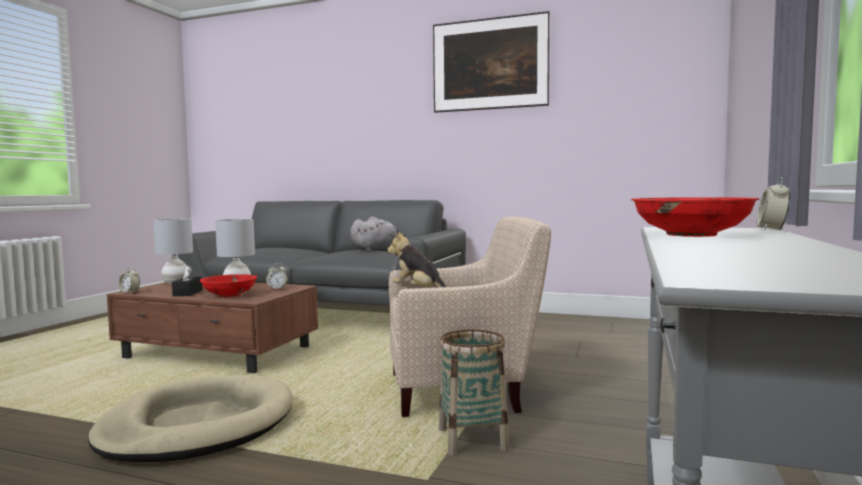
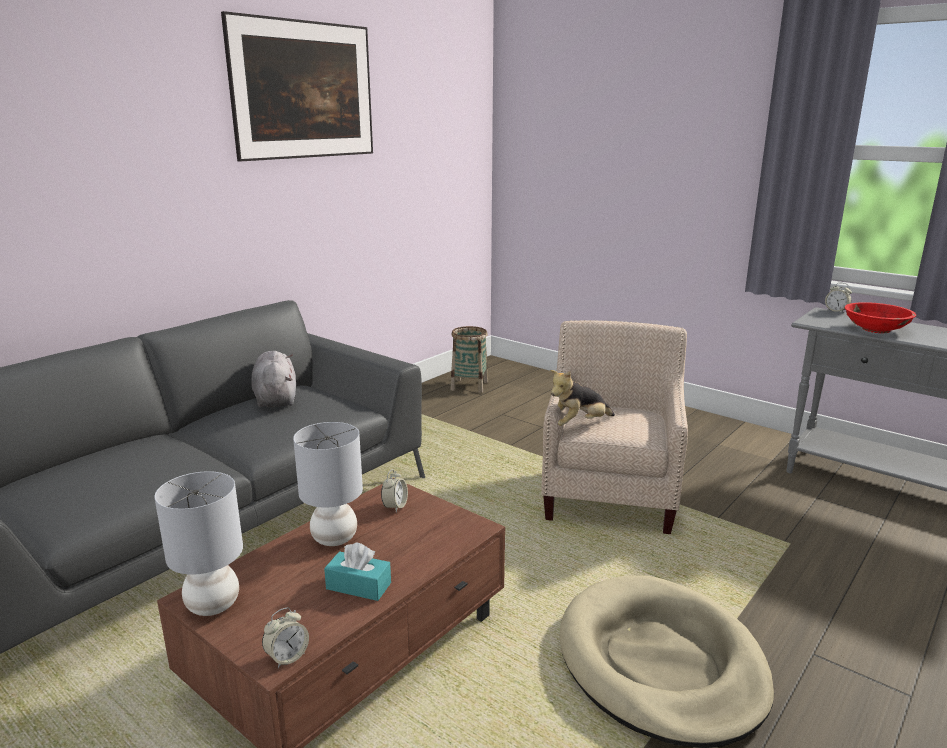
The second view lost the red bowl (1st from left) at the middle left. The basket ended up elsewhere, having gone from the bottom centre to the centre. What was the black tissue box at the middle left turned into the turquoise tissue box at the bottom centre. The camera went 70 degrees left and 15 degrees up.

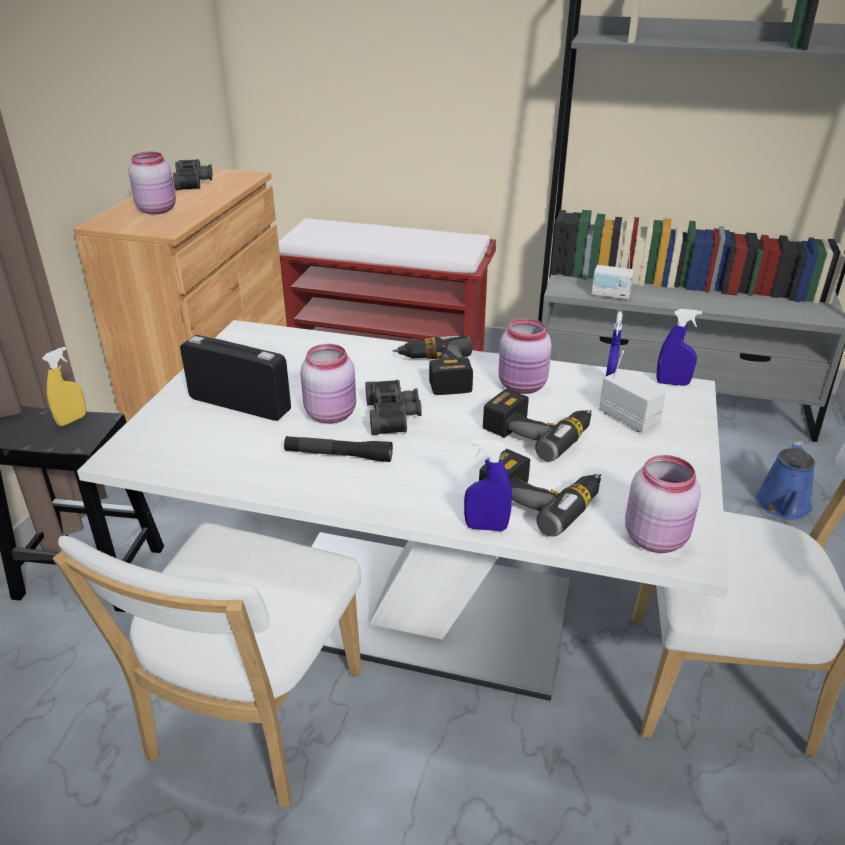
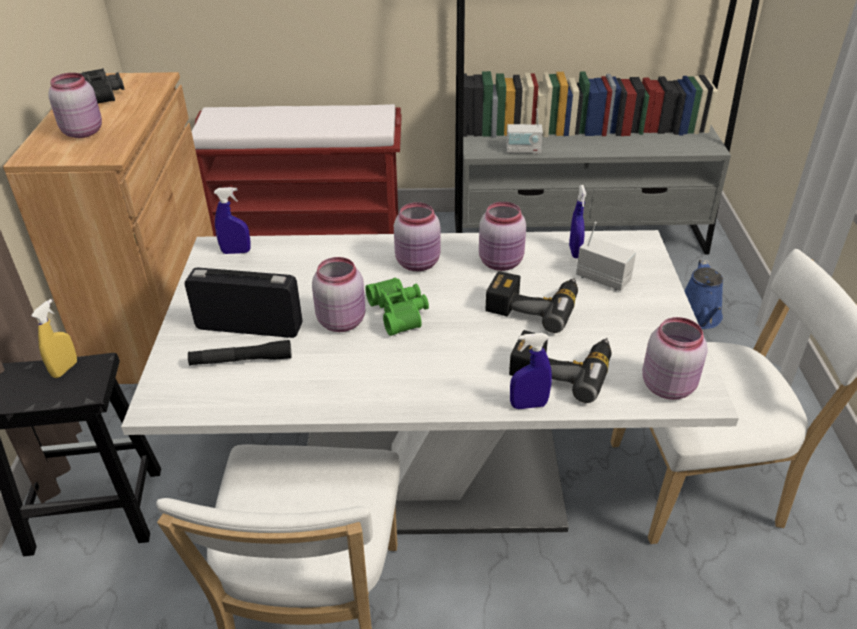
The black flashlight ended up elsewhere, having gone from the centre to the middle left. The blue spray bottle (3rd from left in the first image) ended up elsewhere, having gone from the middle right to the middle left. Where the power drill (1st from left) stood at the centre, the pink jar (3rd from left) came to stand at the centre. What was the black binoculars (2nd from left) at the centre turned into the green binoculars at the centre. The camera went 15 degrees left and 5 degrees up.

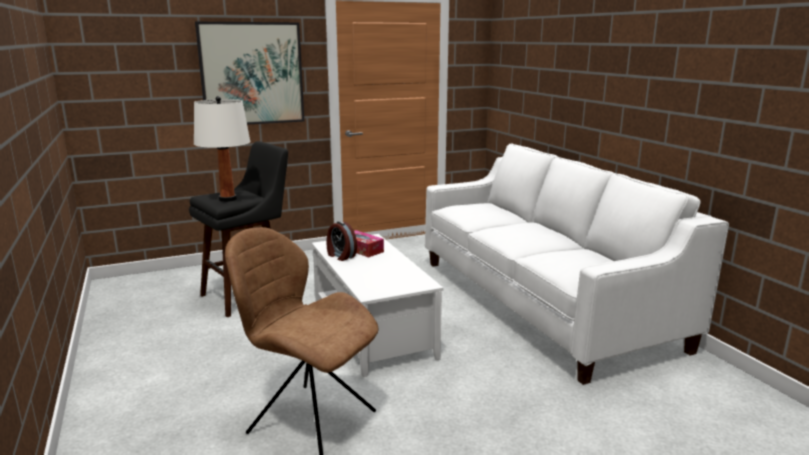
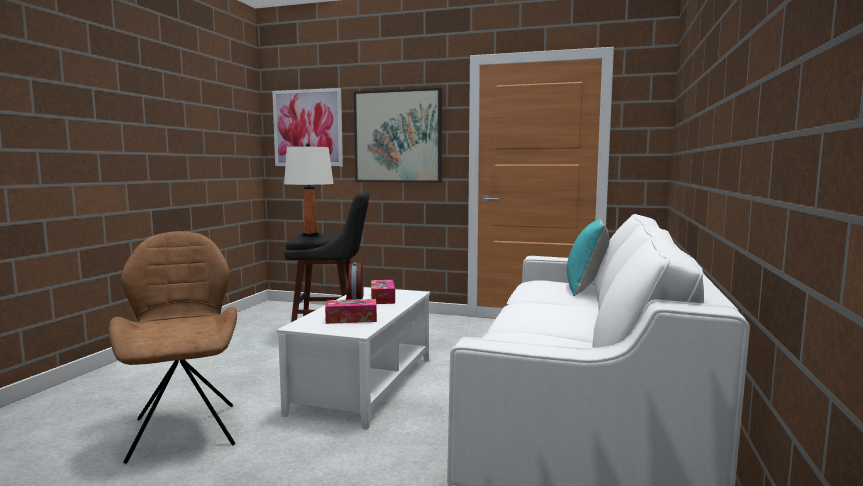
The second view gained the picture (1st from left) at the top centre. The second view gained the tissue box (1st from left) at the centre. The second view gained the turquoise pillow at the middle right. The camera went 40 degrees right and 10 degrees down.

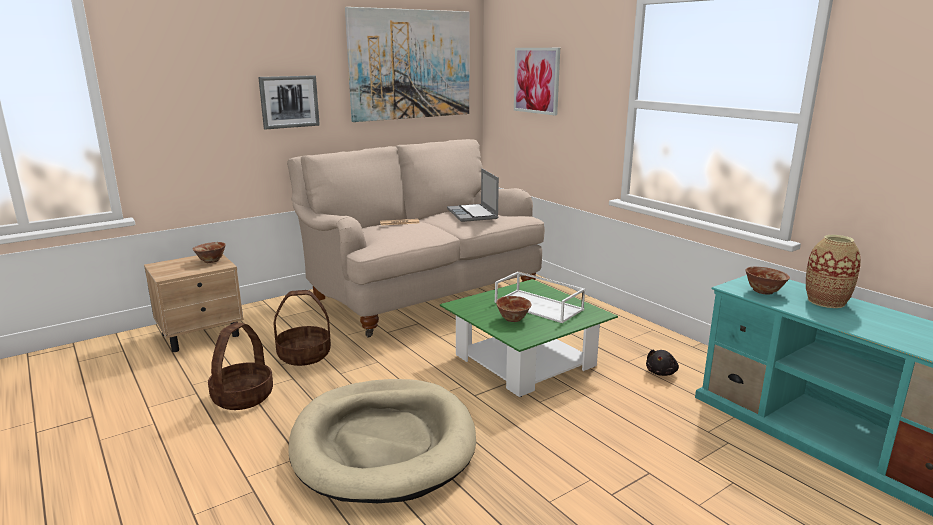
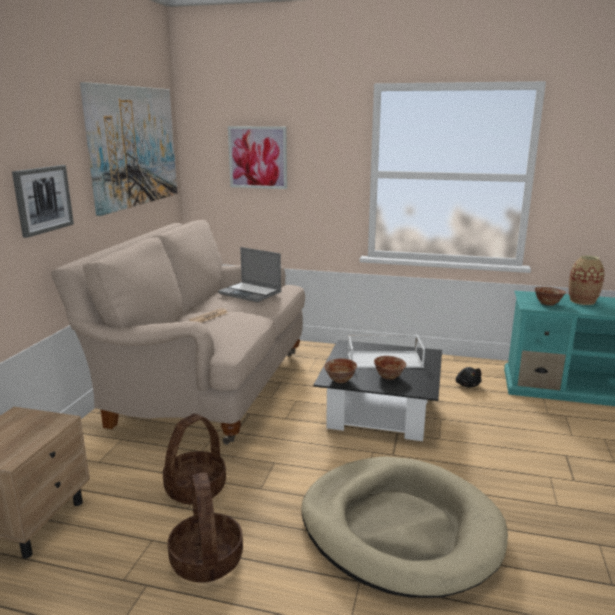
The bowl (1st from left) ended up elsewhere, having gone from the middle left to the centre. What was the green coffee table at the centre turned into the black coffee table at the centre. The camera went 40 degrees left and 0 degrees up.

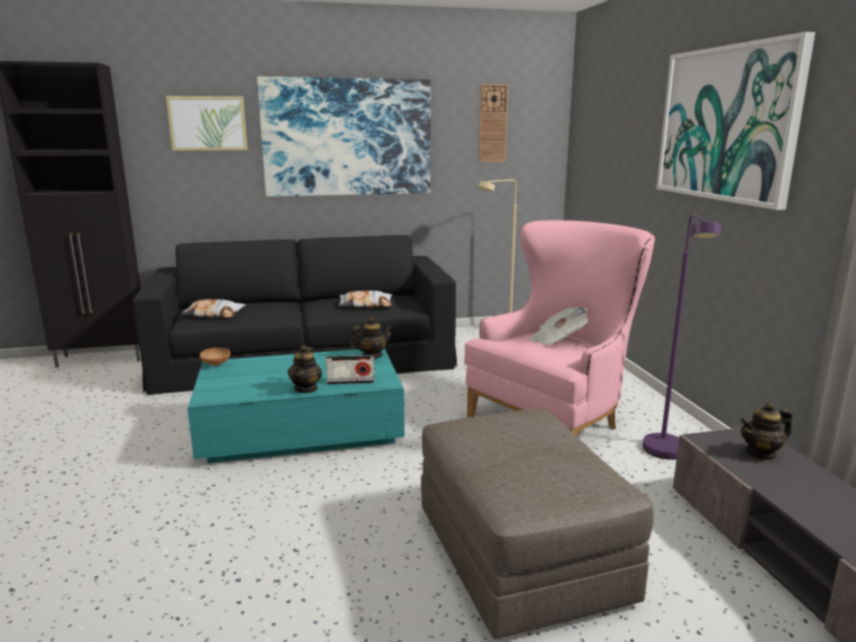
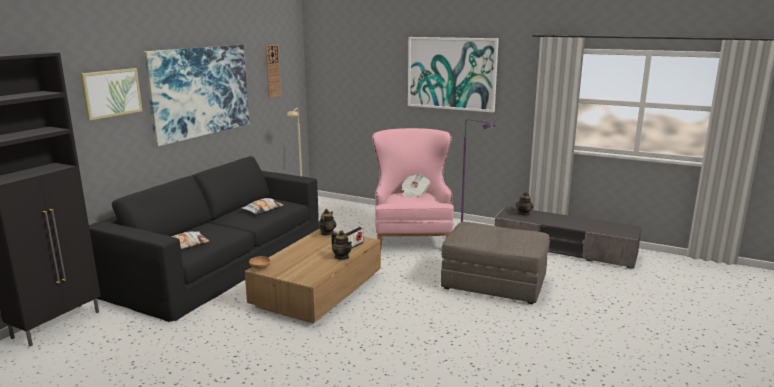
What was the turquoise coffee table at the centre turned into the brown coffee table at the bottom centre. The camera went 50 degrees left and 0 degrees up.

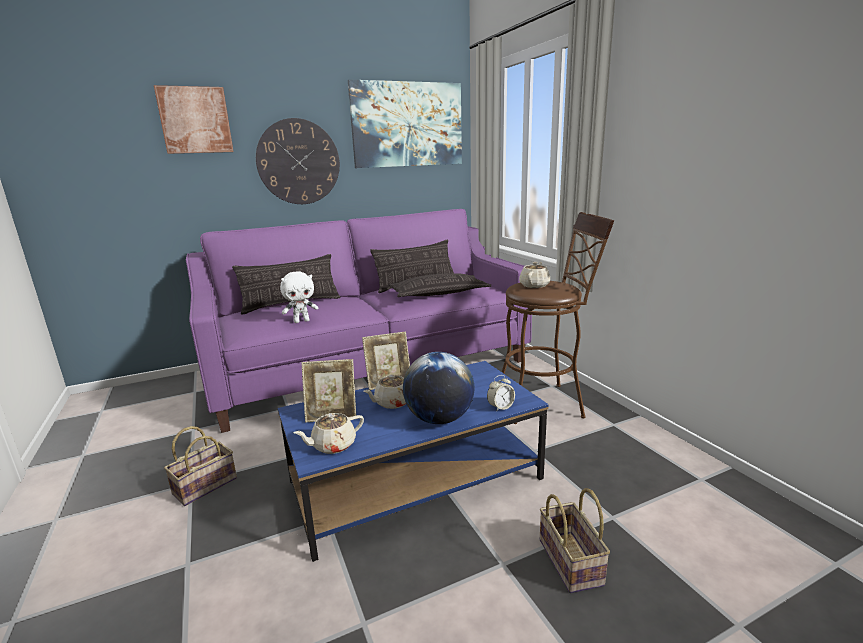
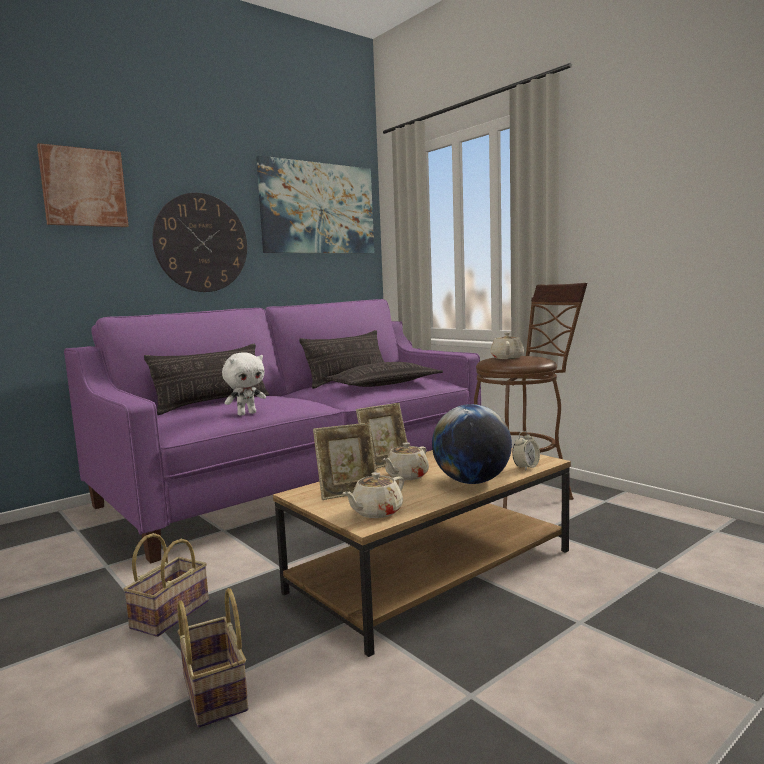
The basket (2nd from left) ended up elsewhere, having gone from the bottom centre to the bottom left. What was the blue coffee table at the bottom centre turned into the brown coffee table at the bottom centre. The camera went 15 degrees left and 10 degrees down.

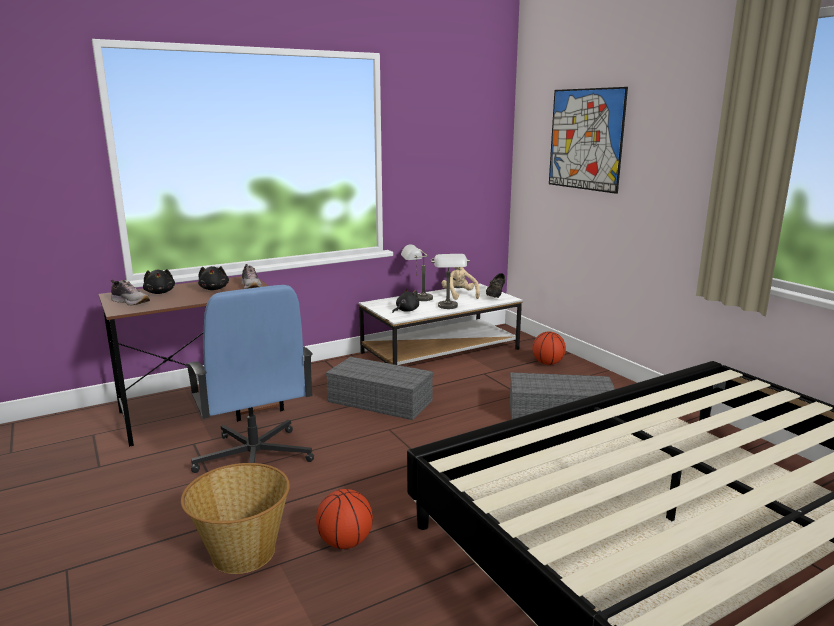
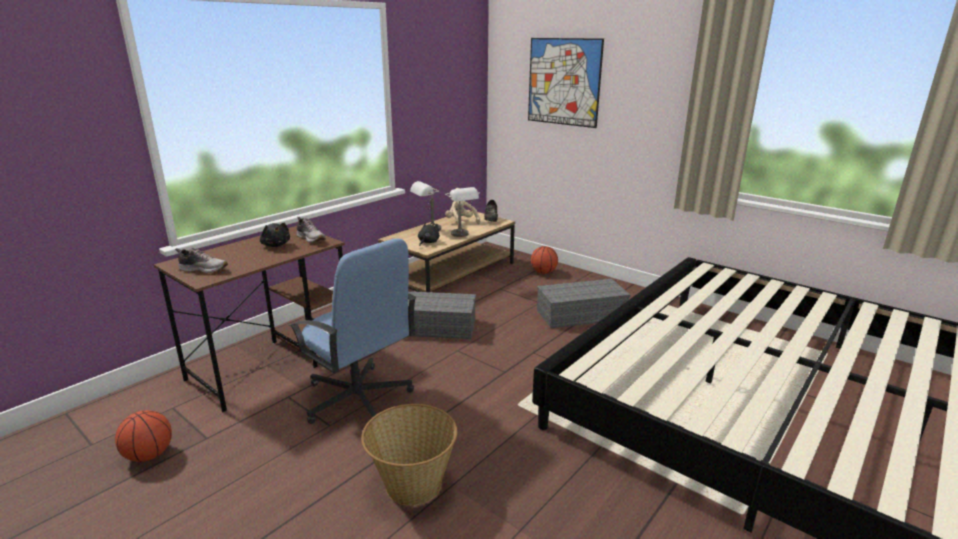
The second view lost the black plush toy (1st from left) at the middle left. The basketball (1st from left) ended up elsewhere, having gone from the bottom centre to the bottom left. What was the white coffee table at the centre turned into the brown coffee table at the centre. The camera went 20 degrees left and 5 degrees up.

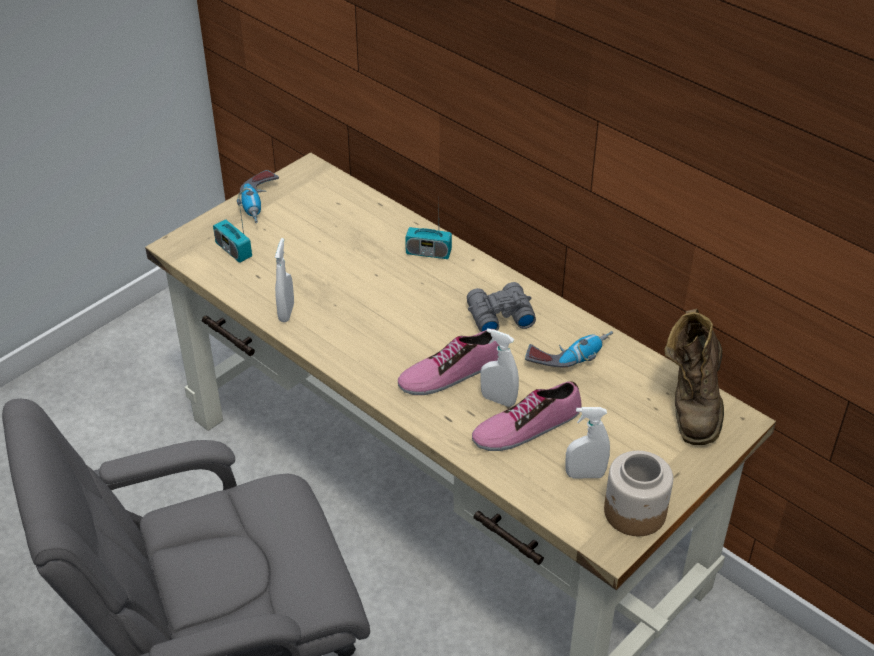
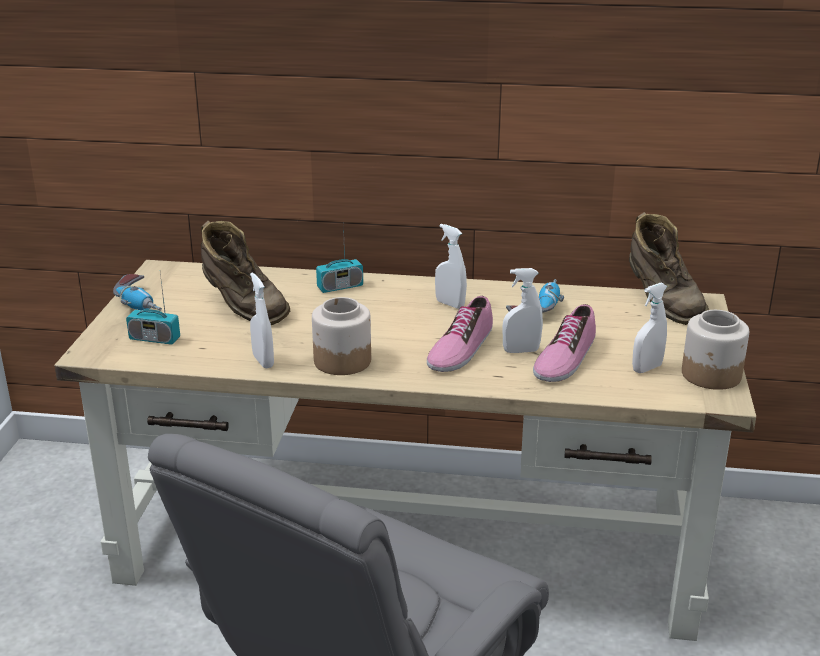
The second view gained the brown boot (1st from left) at the middle left. The second view gained the jar (1st from left) at the centre. Where the grey binoculars stood at the centre, the white spray bottle (2nd from left) came to stand at the centre. The camera went 35 degrees left and 15 degrees down.

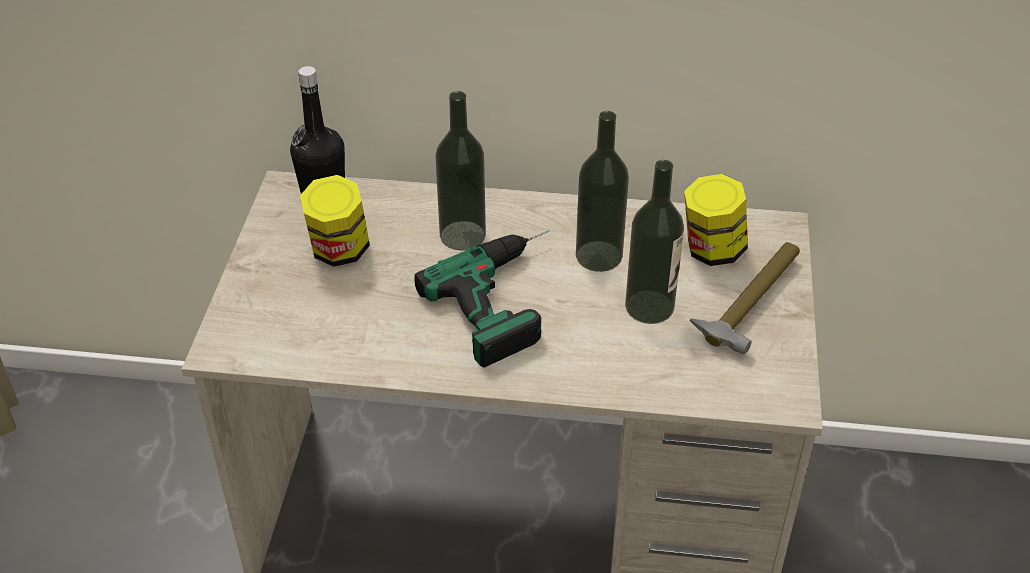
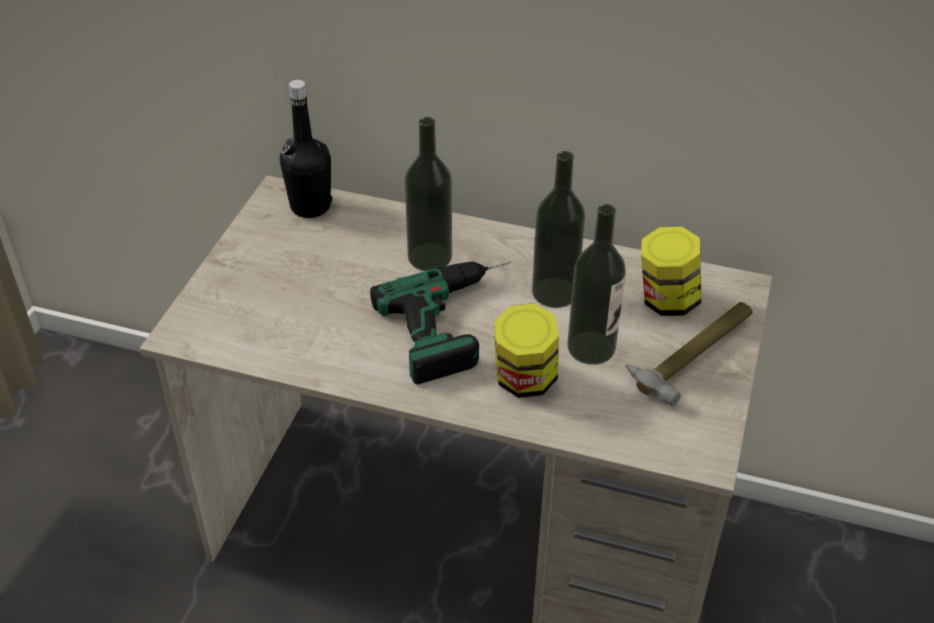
The jar (1st from left) ended up elsewhere, having gone from the middle left to the centre. The camera went 10 degrees right and 0 degrees up.

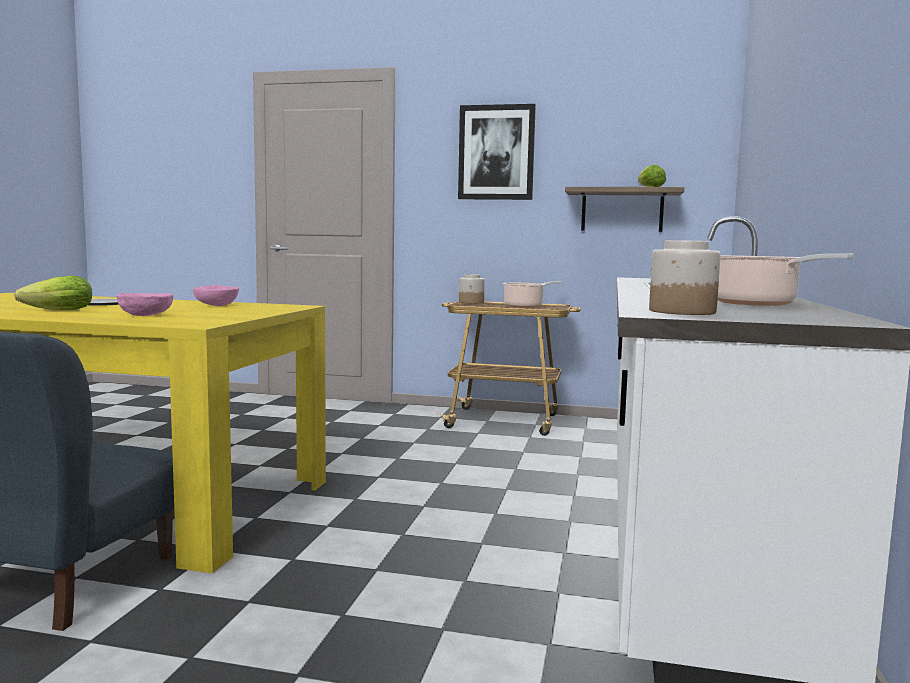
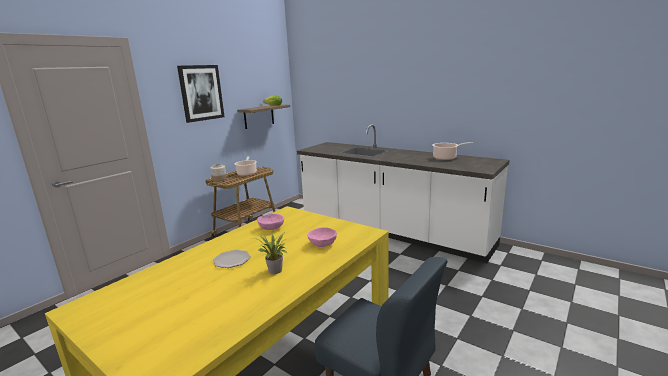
The second view lost the jar (2nd from left) at the middle right. Where the lettuce (1st from left) stood at the middle left, the potted plant came to stand at the bottom centre. The camera went 65 degrees left and 10 degrees up.

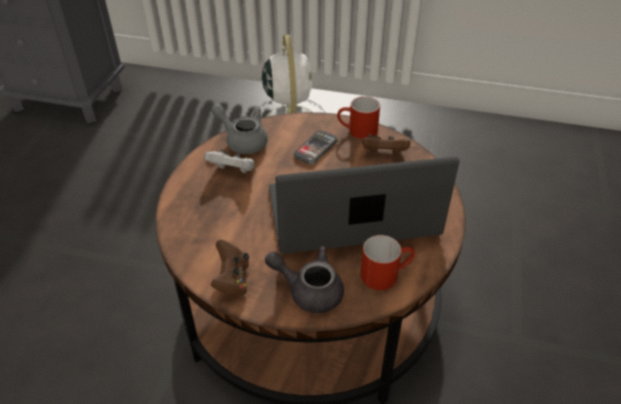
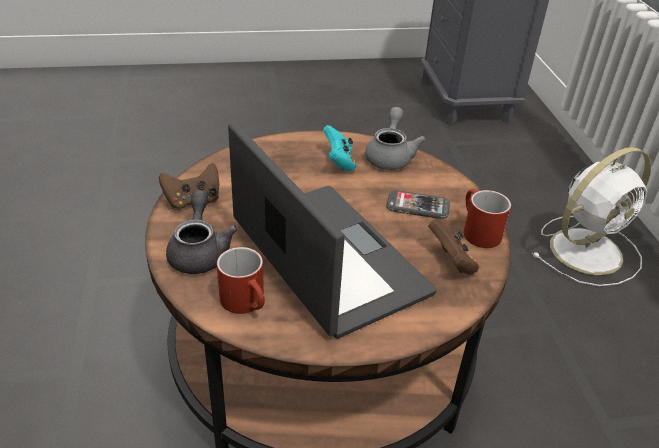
What was the white game controller at the centre turned into the turquoise game controller at the top centre. The camera went 65 degrees right and 5 degrees down.

